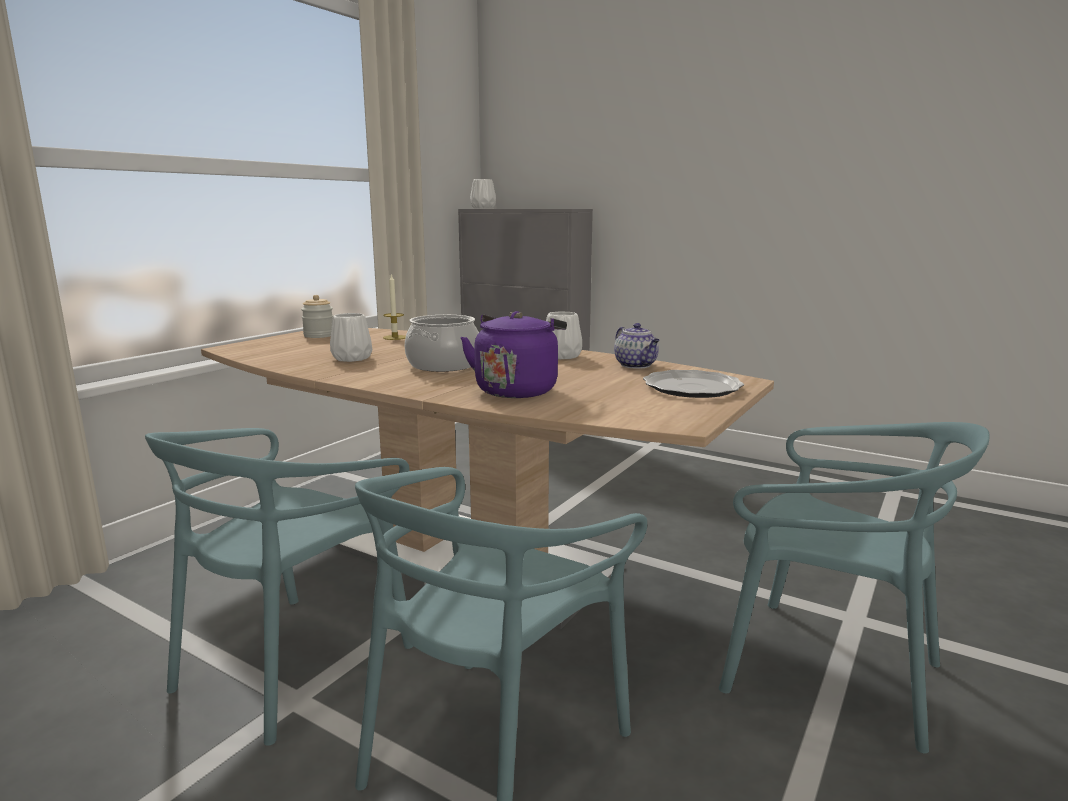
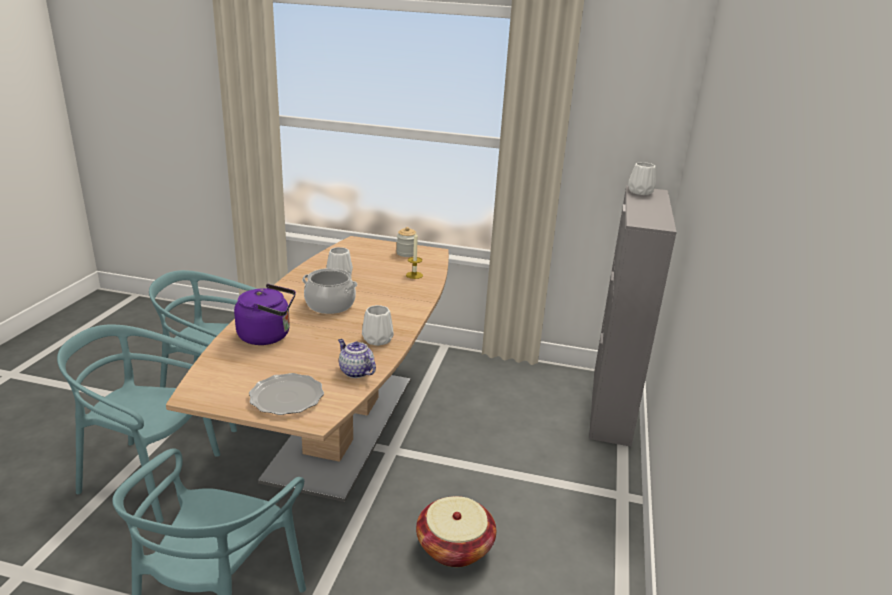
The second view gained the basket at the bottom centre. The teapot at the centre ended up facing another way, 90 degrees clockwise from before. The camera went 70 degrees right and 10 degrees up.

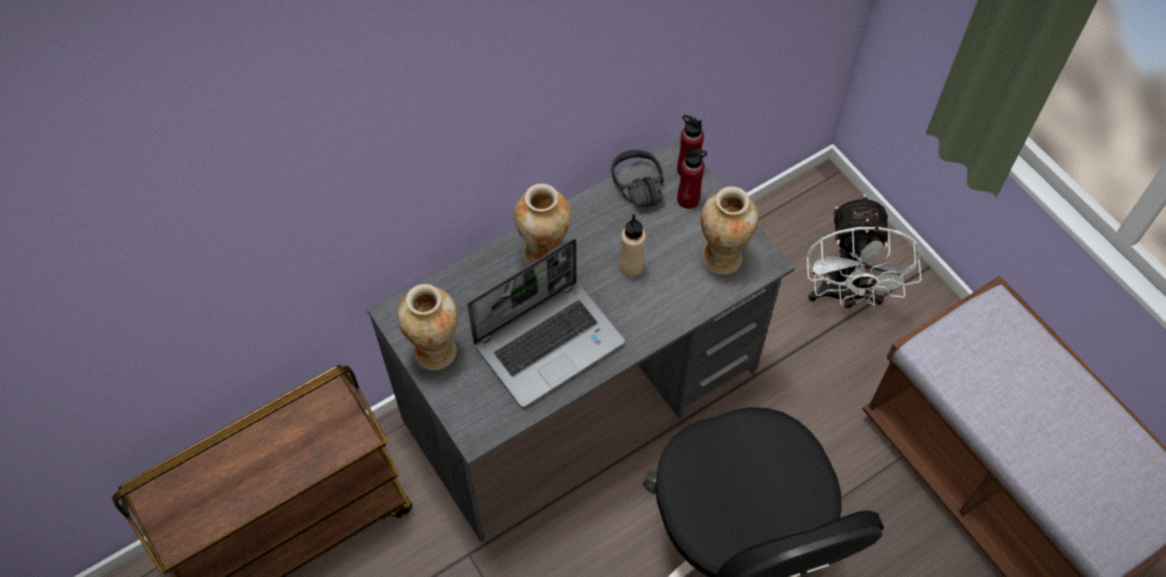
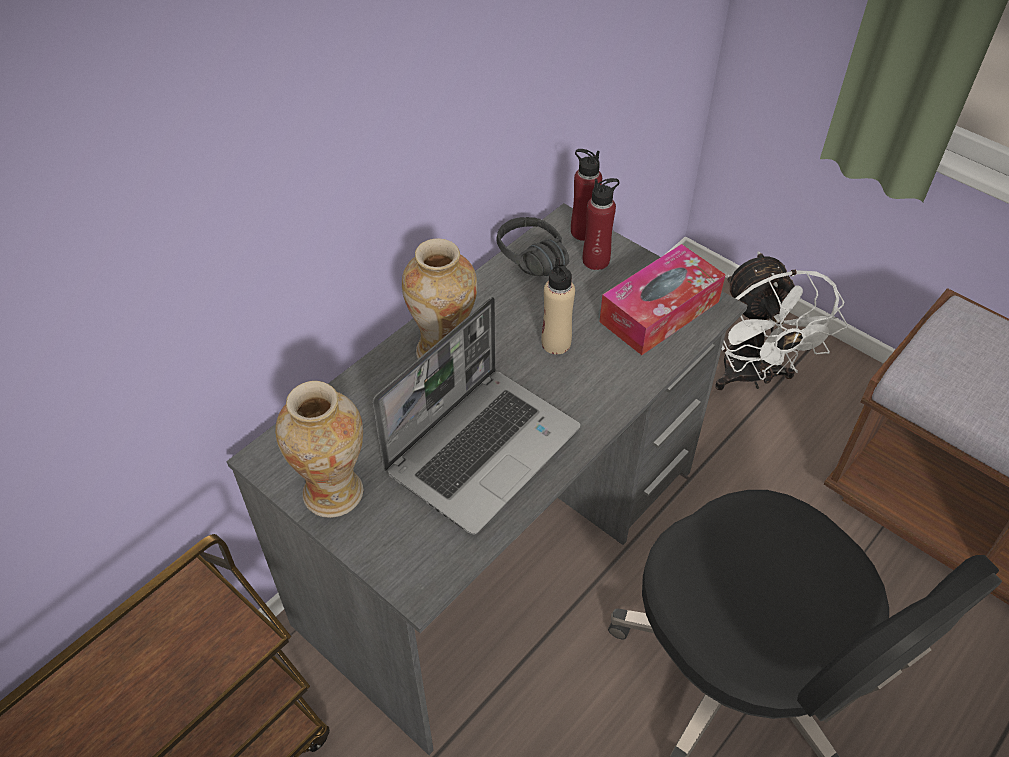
Where the vase (3rd from left) stood at the centre, the tissue box came to stand at the centre. The camera went 15 degrees left and 10 degrees down.

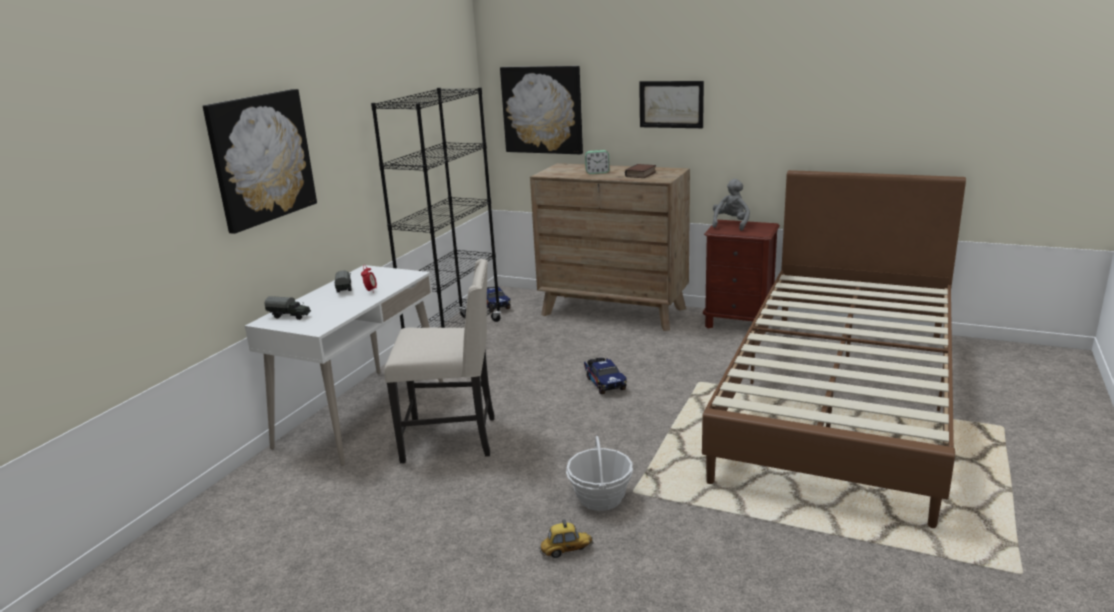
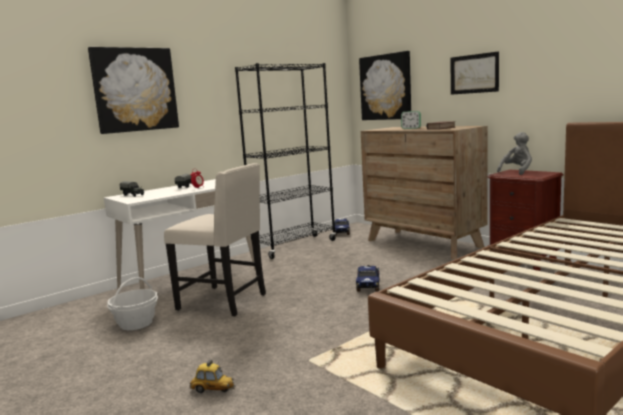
The basket ended up elsewhere, having gone from the bottom centre to the bottom left. The camera went 25 degrees right and 10 degrees down.

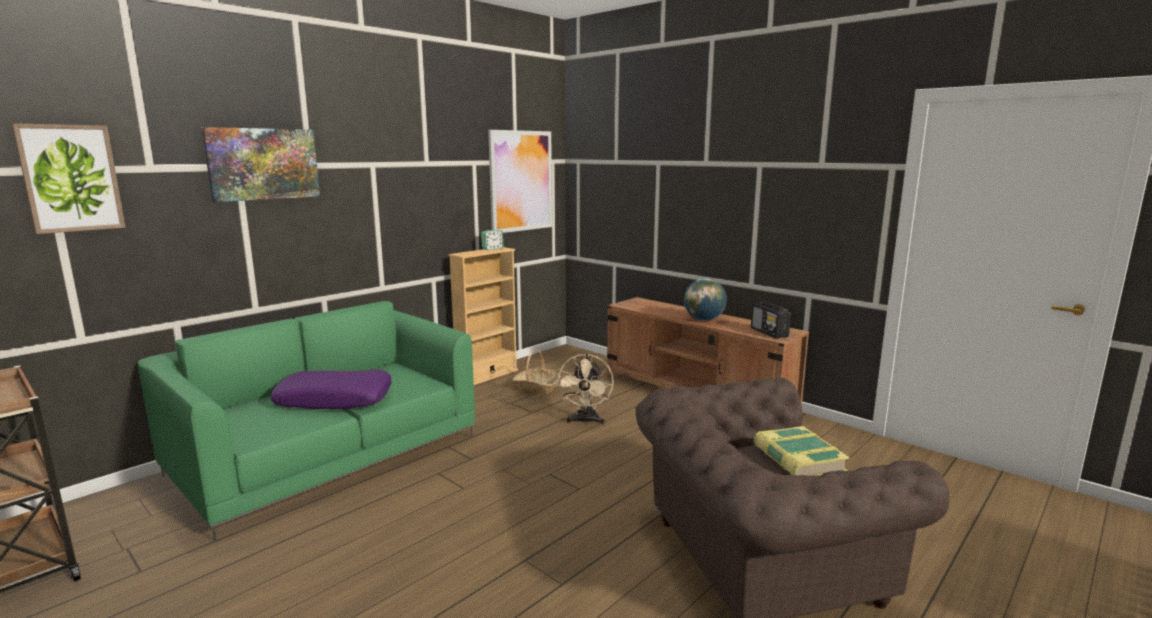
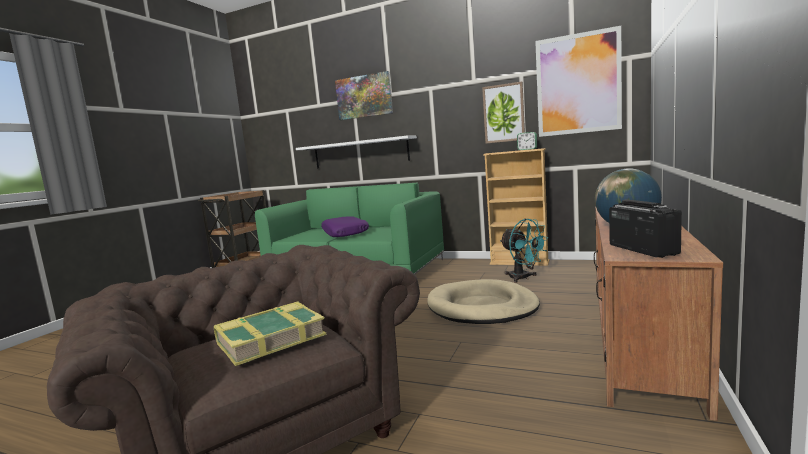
The second view gained the white shelf at the top centre. The picture (1st from left in the first image) ended up elsewhere, having gone from the top left to the top centre. Where the basket stood at the centre, the turquoise fan came to stand at the centre. Where the beige fan stood at the centre, the beige dog bed came to stand at the centre. The radio at the middle right ended up facing another way, 120 degrees clockwise from before. The camera went 70 degrees right and 5 degrees down.

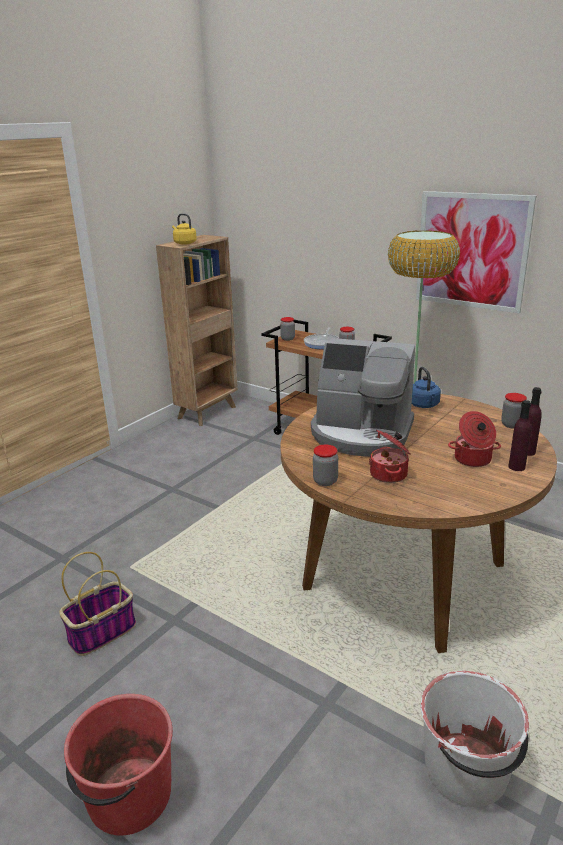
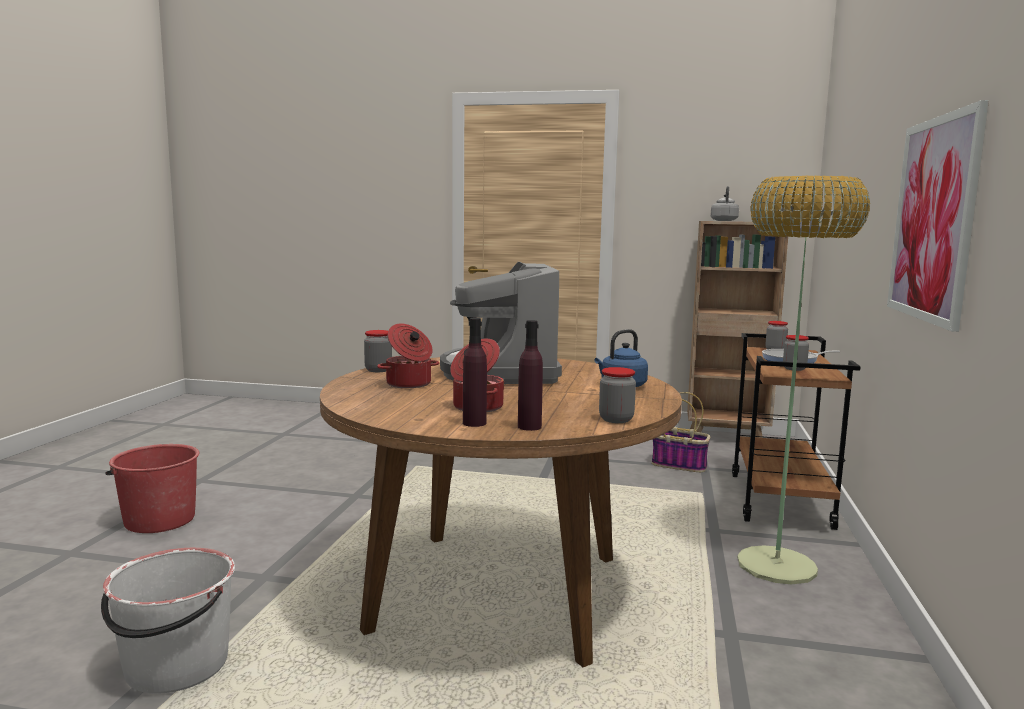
The basket ended up elsewhere, having gone from the bottom left to the centre. What was the yellow kettle at the top left turned into the grey kettle at the top right. The camera went 65 degrees right and 15 degrees down.

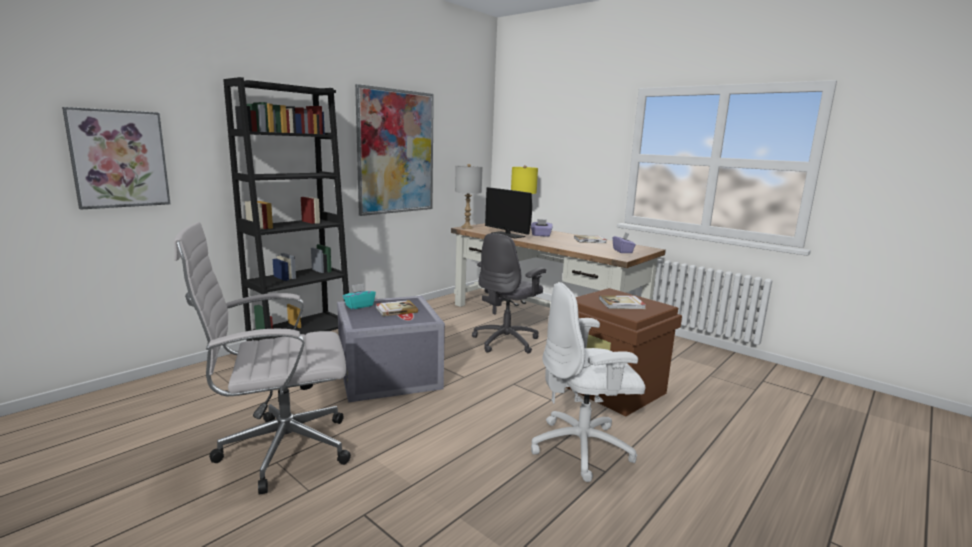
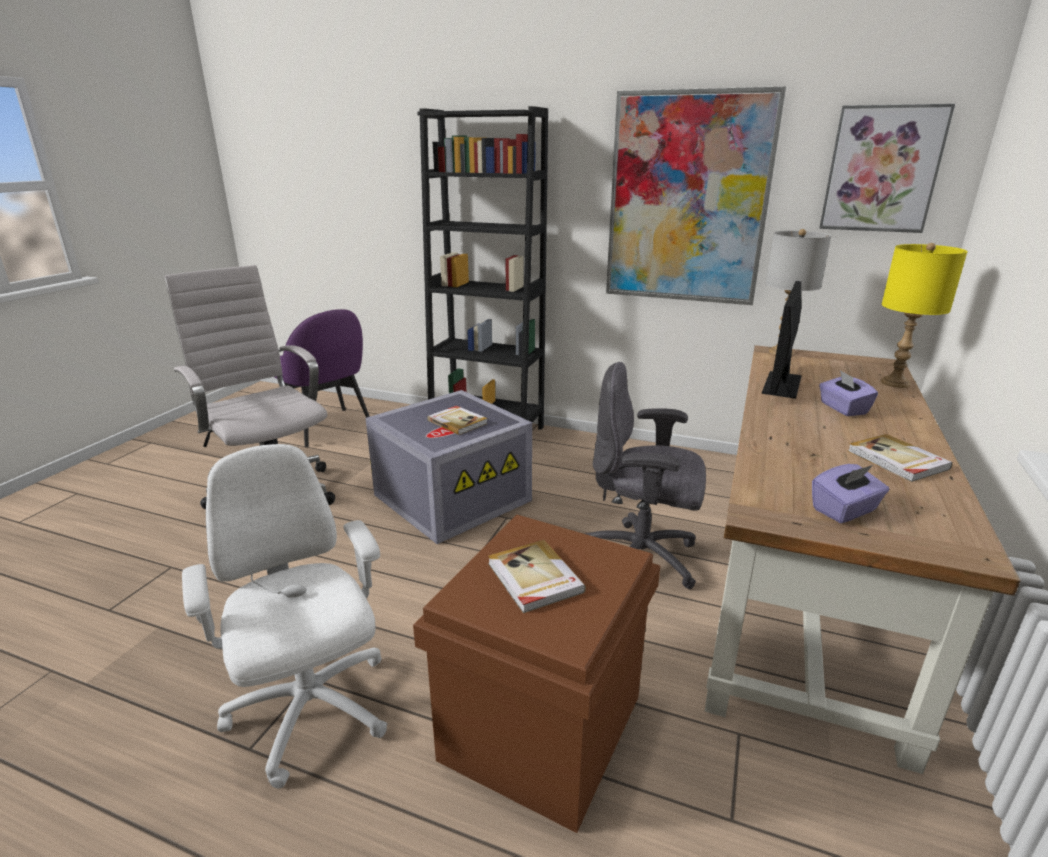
The second view lost the turquoise tissue box at the centre. The second view gained the purple chair at the middle left. The picture (1st from left in the first image) ended up elsewhere, having gone from the top left to the top right. The camera went 70 degrees right and 10 degrees up.

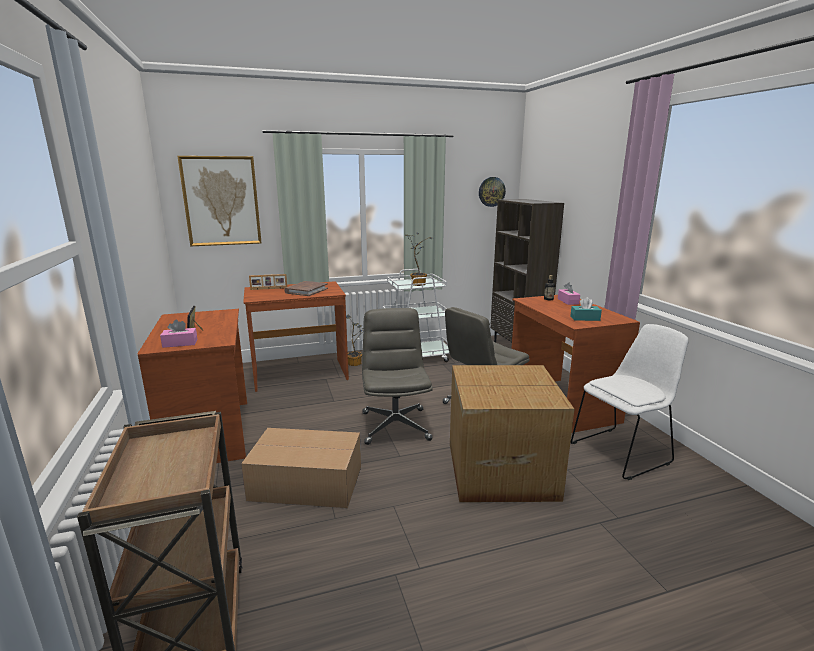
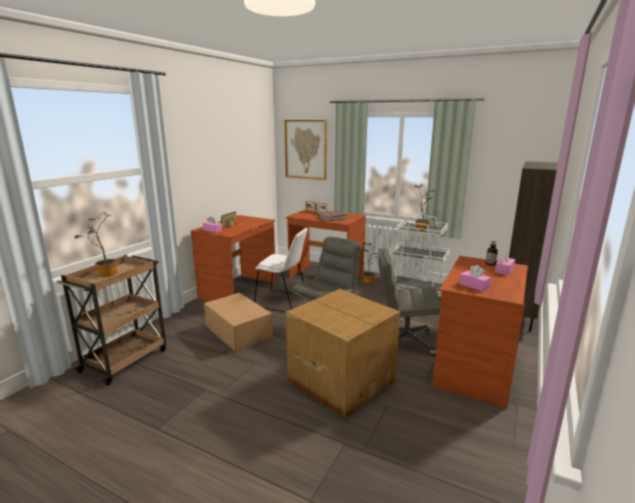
The second view lost the wall clock at the top centre. The second view gained the potted plant (1st from left) at the middle left. The white chair ended up elsewhere, having gone from the middle right to the centre. What was the turquoise tissue box at the middle right turned into the pink tissue box (2nd from left) at the middle right. The camera went 45 degrees right and 0 degrees up.

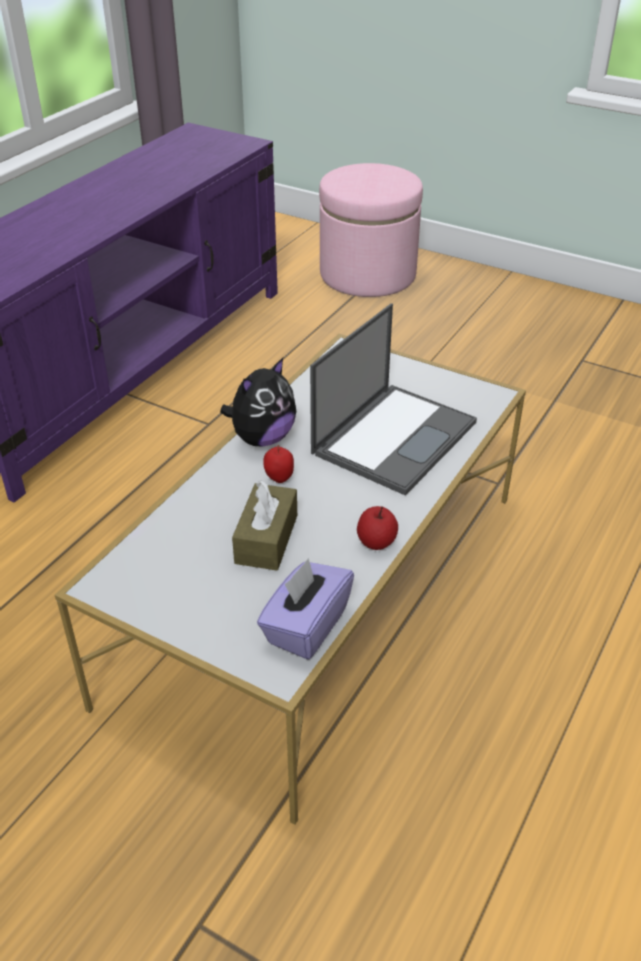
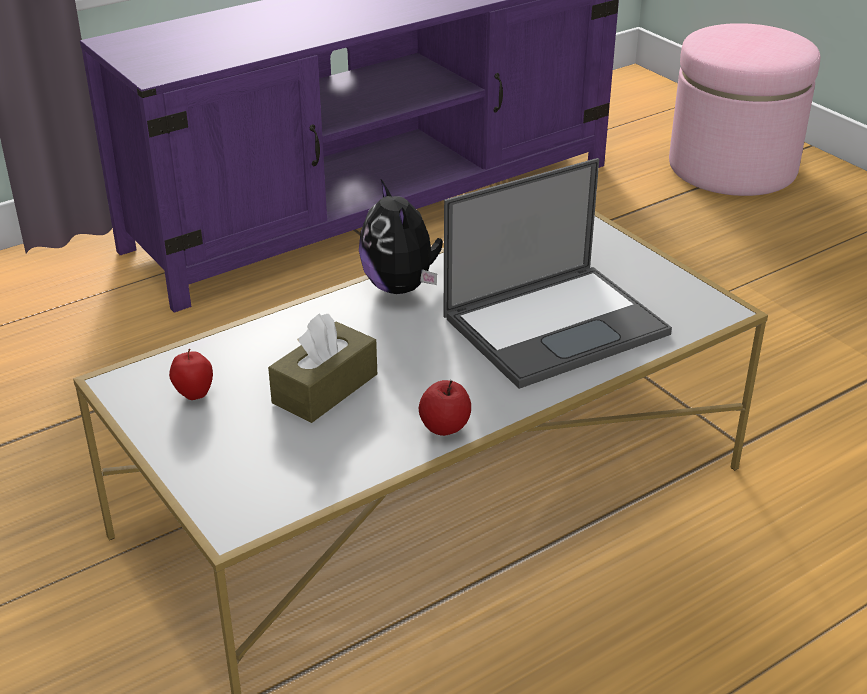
The second view lost the purple tissue box at the centre. The apple (1st from left) ended up elsewhere, having gone from the centre to the middle left. The plush toy at the centre ended up facing another way, 90 degrees clockwise from before. The camera went 25 degrees right and 5 degrees down.

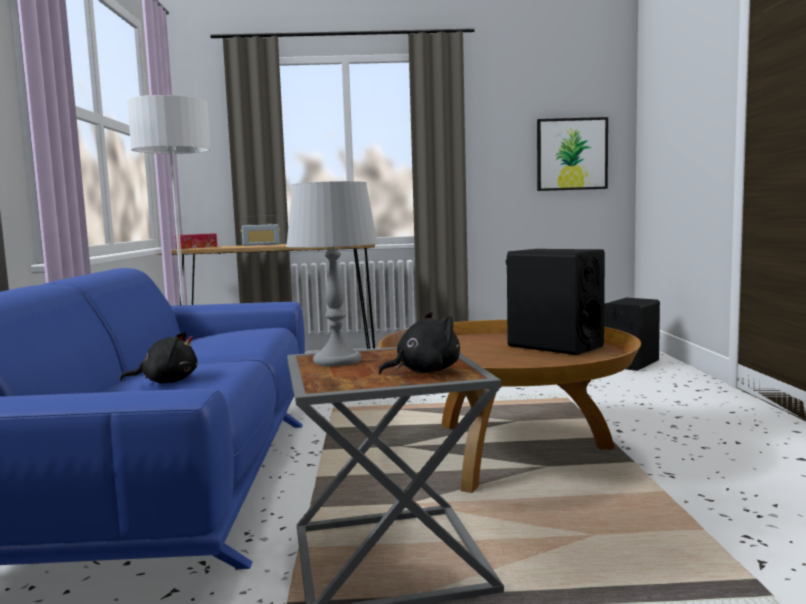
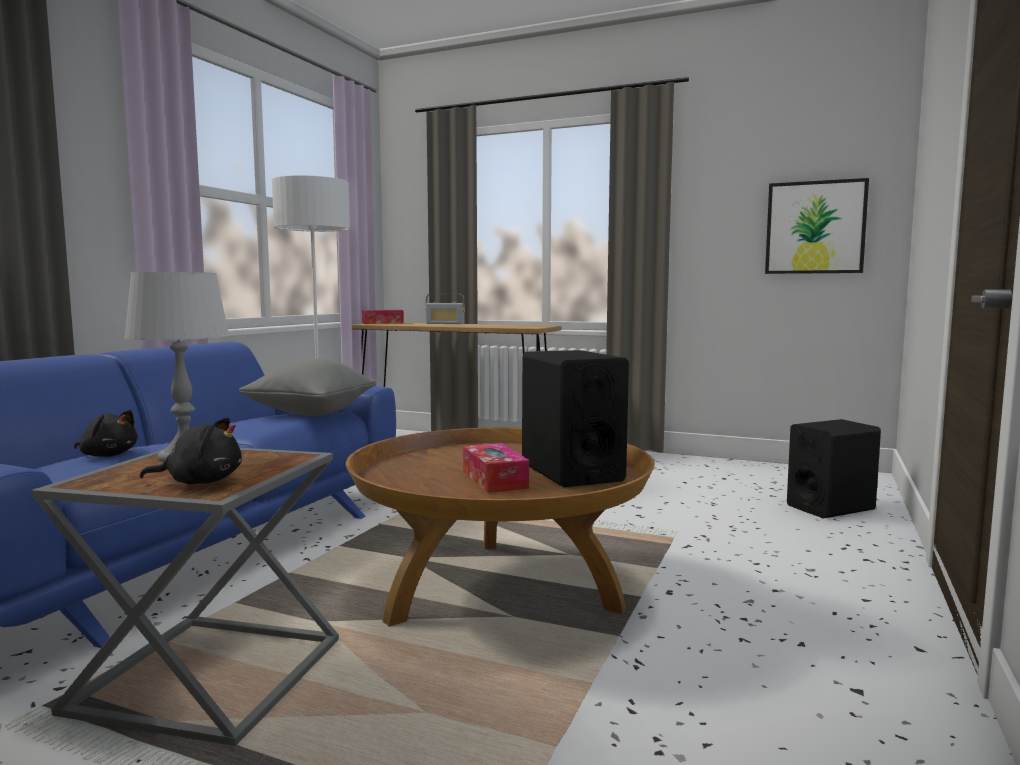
The second view gained the grey pillow at the middle left. The second view gained the tissue box (2nd from left) at the centre. The camera went 25 degrees right and 0 degrees up.

